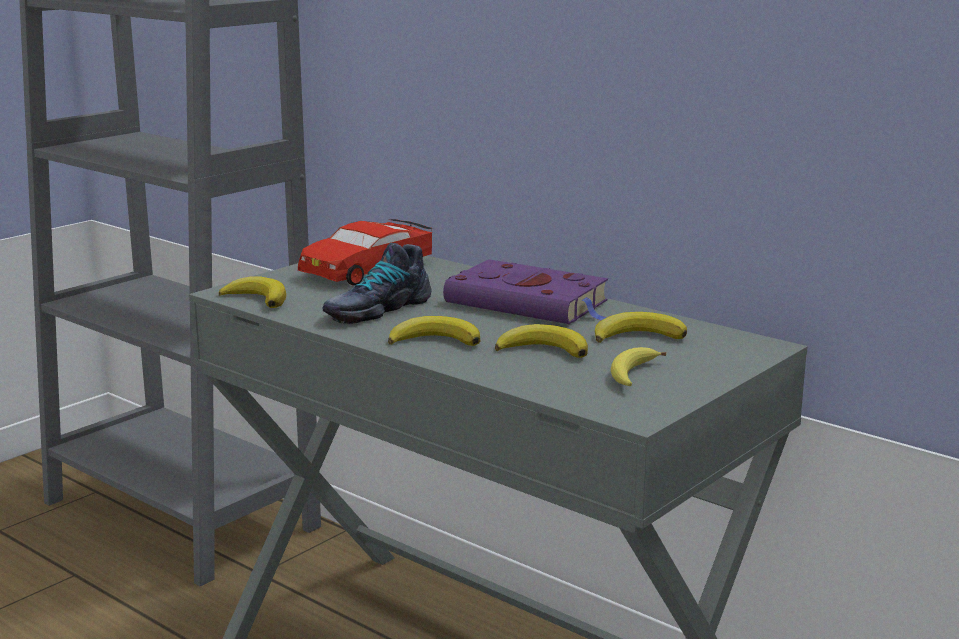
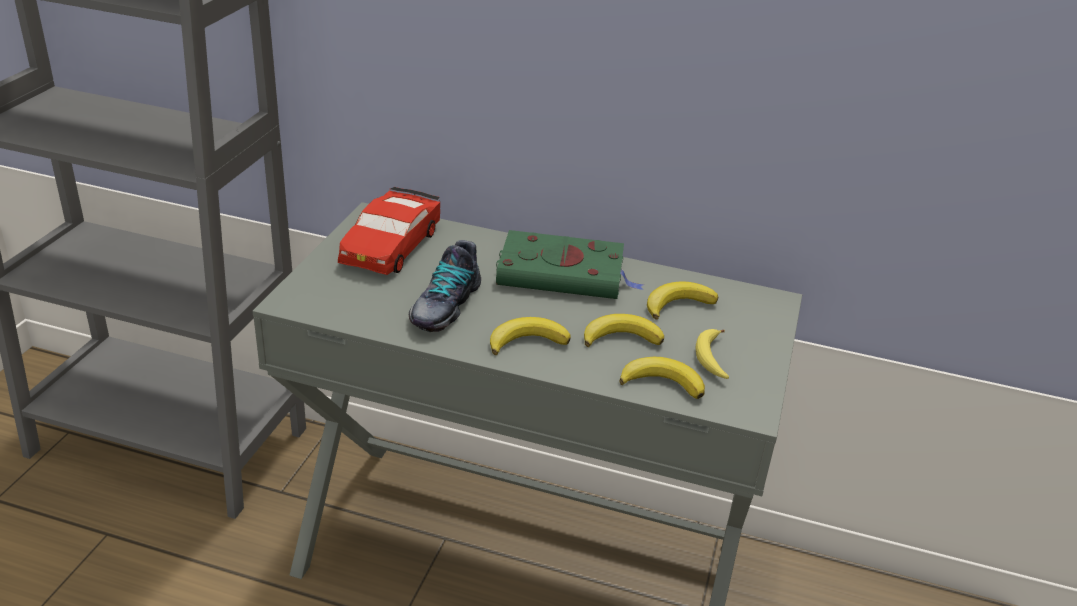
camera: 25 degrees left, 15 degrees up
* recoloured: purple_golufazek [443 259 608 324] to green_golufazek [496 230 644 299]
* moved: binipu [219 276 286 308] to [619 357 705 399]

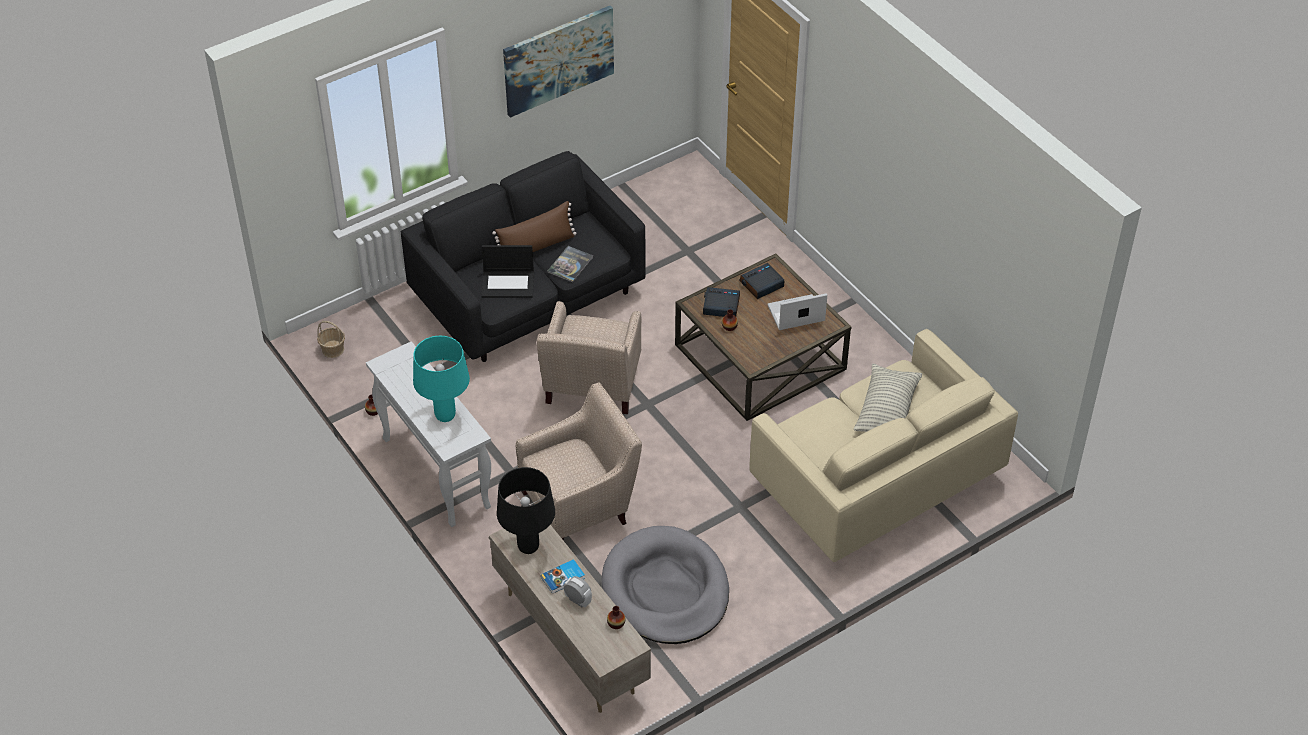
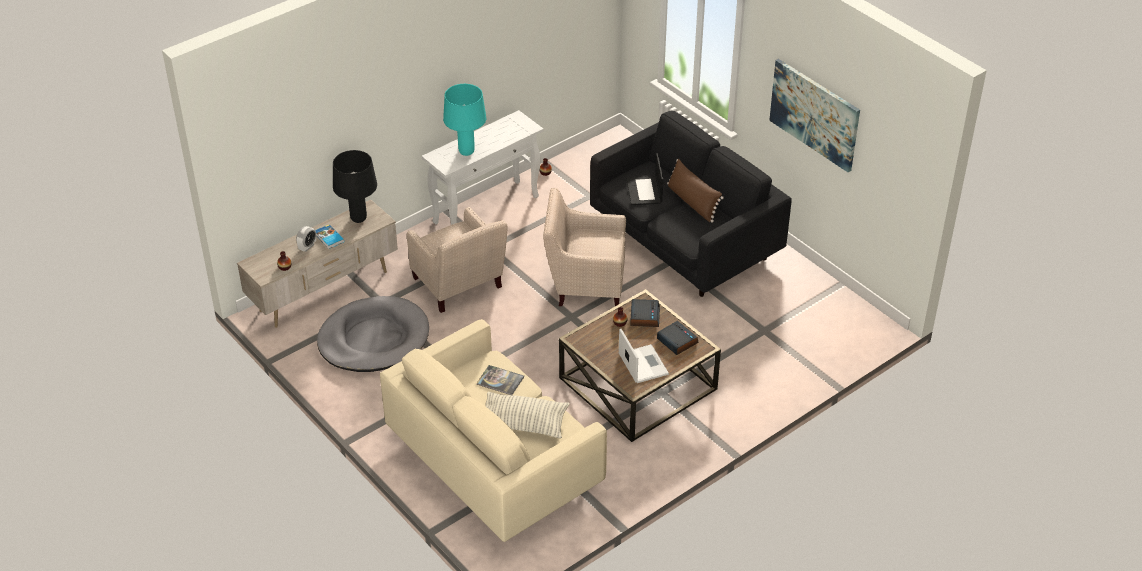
camera: 85 degrees right, 5 degrees down
* moved: golufazek [547 246 593 283] to [477 365 524 395]
* removed: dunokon [317 321 345 358]

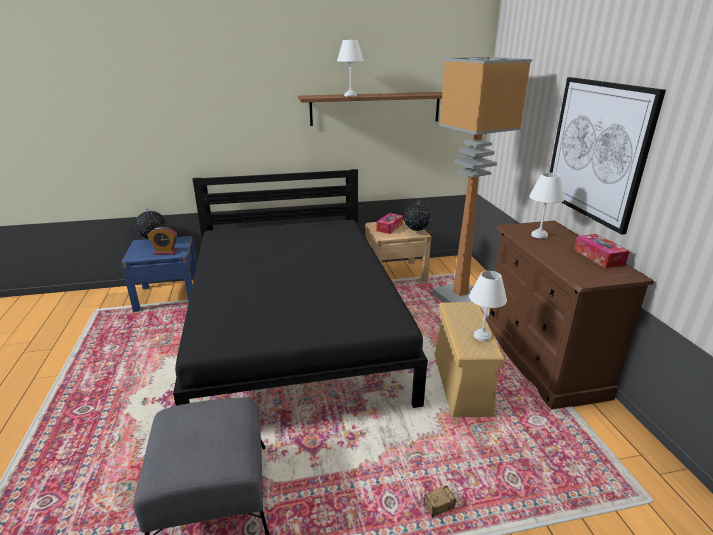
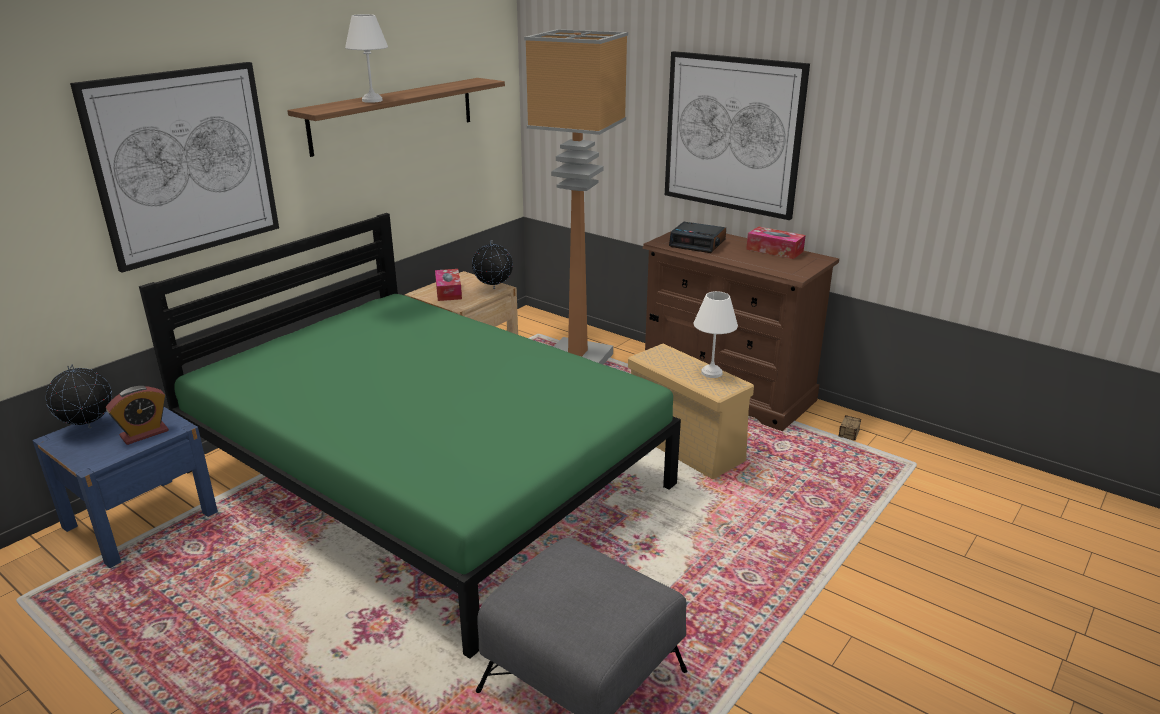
camera: 40 degrees left, 0 degrees up
* recoloured: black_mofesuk [173 169 428 408] to green_mofesuk [139 213 681 659]
* replaced: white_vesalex [529 173 564 239] to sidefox [669 222 726 253]
* moved: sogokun [402 485 456 518] to [839 415 861 441]
* added: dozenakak [70 62 279 272]

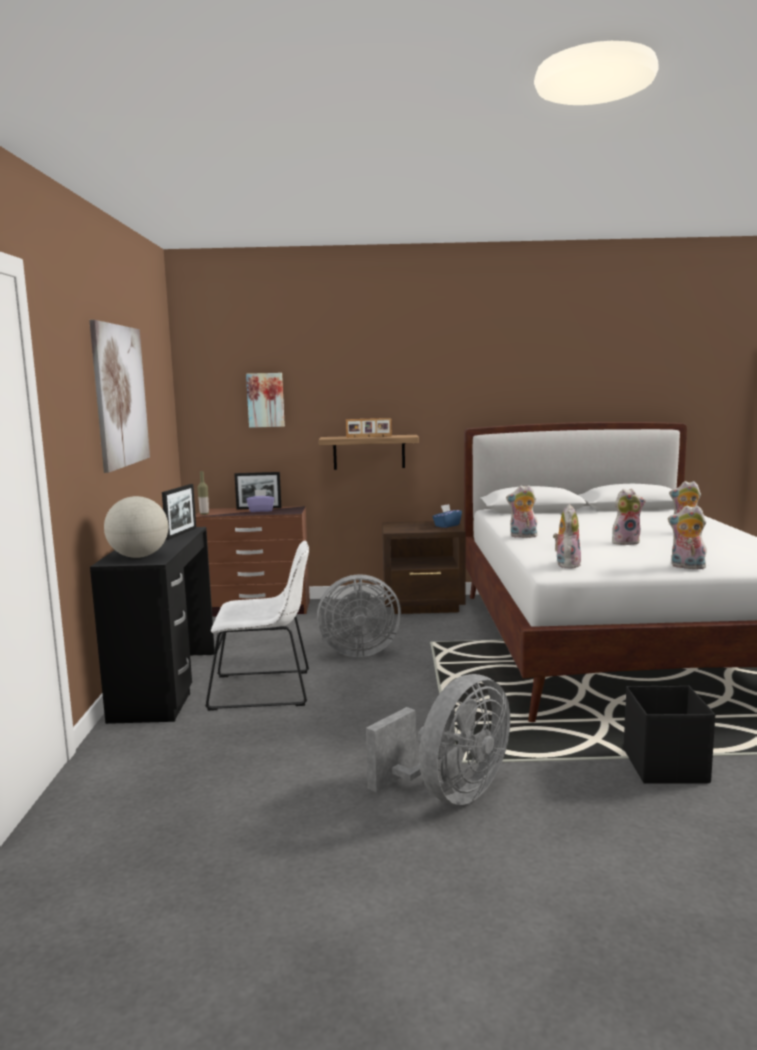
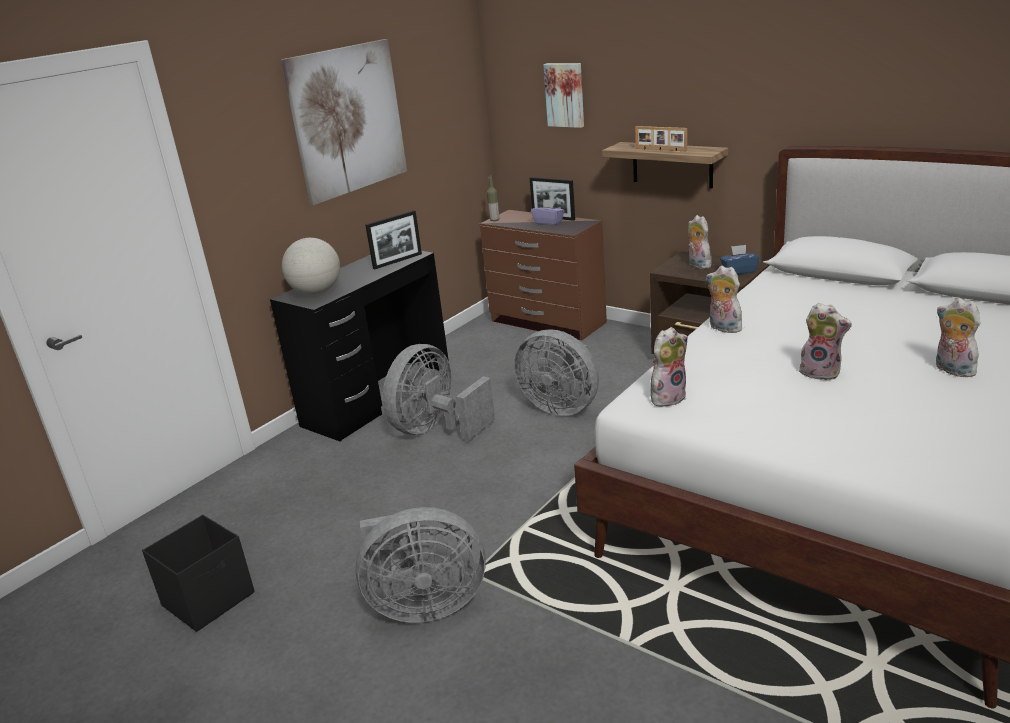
camera: 40 degrees right, 15 degrees up
* moved: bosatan [668 505 707 569] to [688 215 712 269]
* replaced: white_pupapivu [205 541 309 711] to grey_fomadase [383 344 495 441]
* moved: black_sogokun [624 686 715 784] to [142 515 254 632]

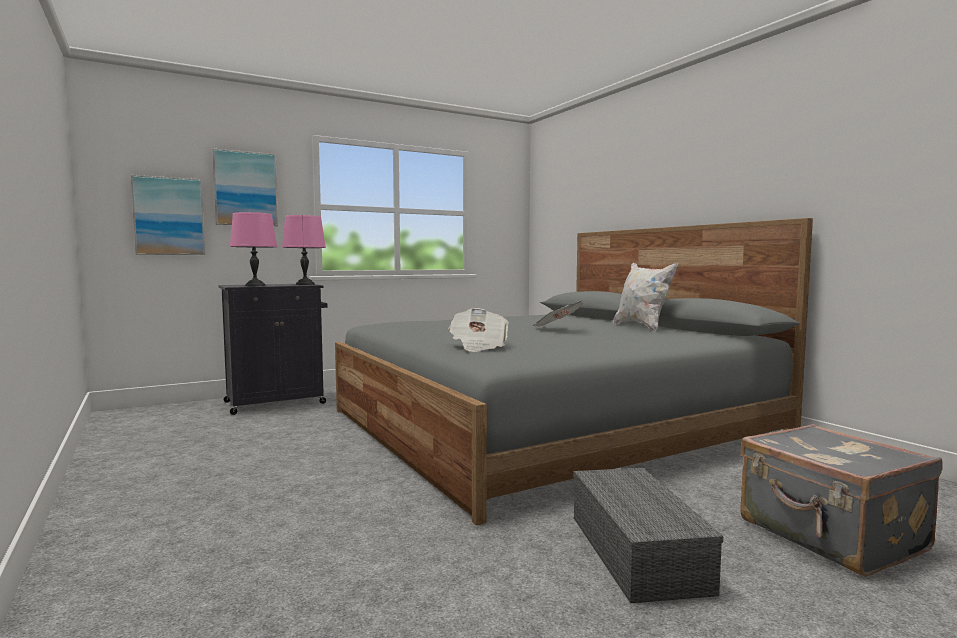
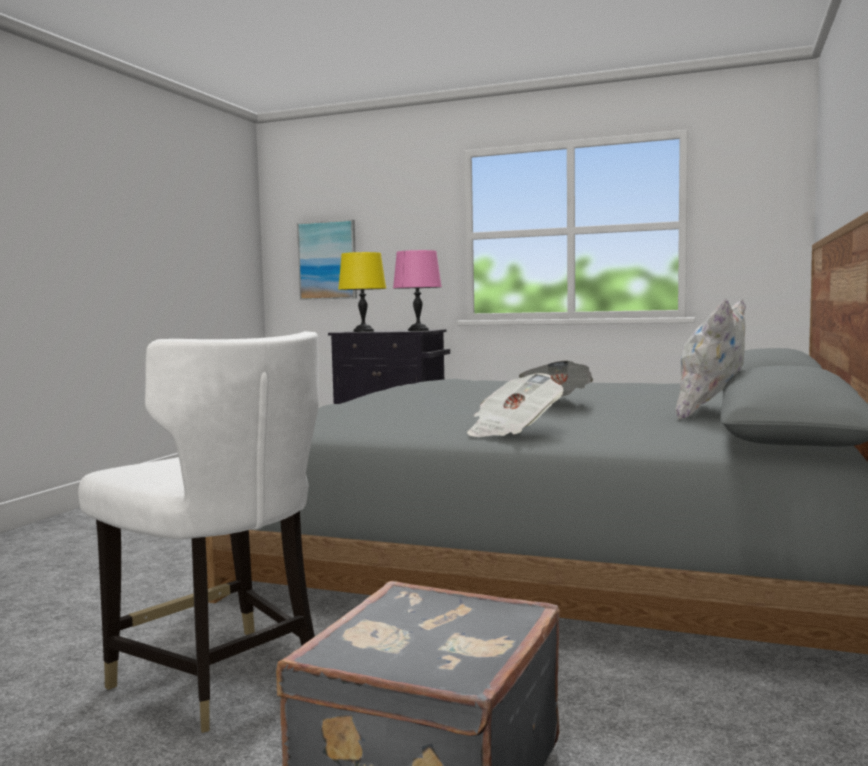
camera: 50 degrees right, 0 degrees up
* removed: dozenakak [212 149 278 226]
* recoloured: pink_vesalex [230 212 277 286] to yellow_vesalex [338 252 386 332]
* moved: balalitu [448 308 509 352] to [467 373 563 437]
* replaced: grey_sogokun [573 468 723 603] to white_pupapivu [78 331 319 733]

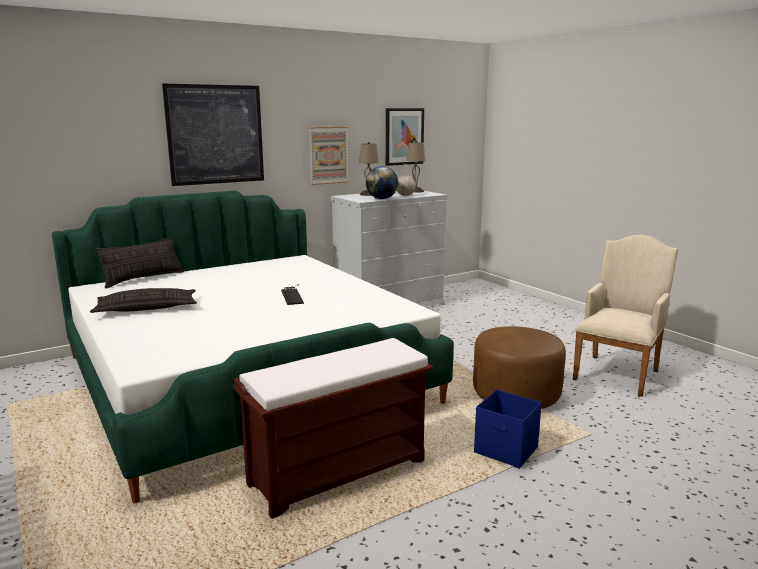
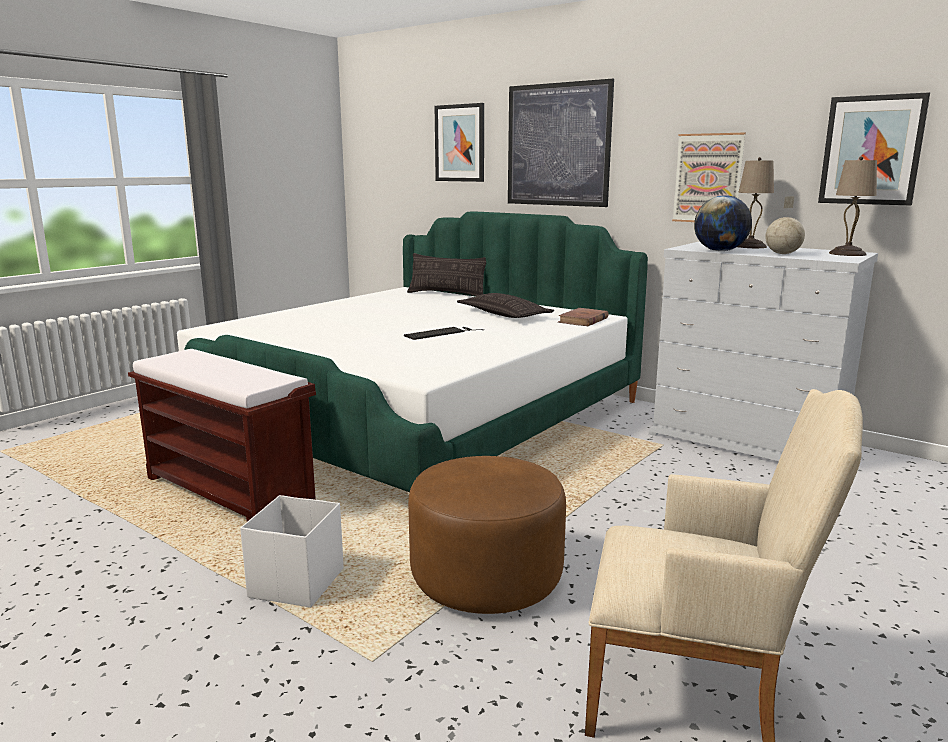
camera: 70 degrees right, 0 degrees up
* moved: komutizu [90 288 197 313] to [457 293 554 318]
* recoloured: blue_sogokun [474 390 542 469] to white_sogokun [240 495 344 608]
* added: dozenakak [435 103 484 182]
* added: brown_golufazek [558 308 609 326]

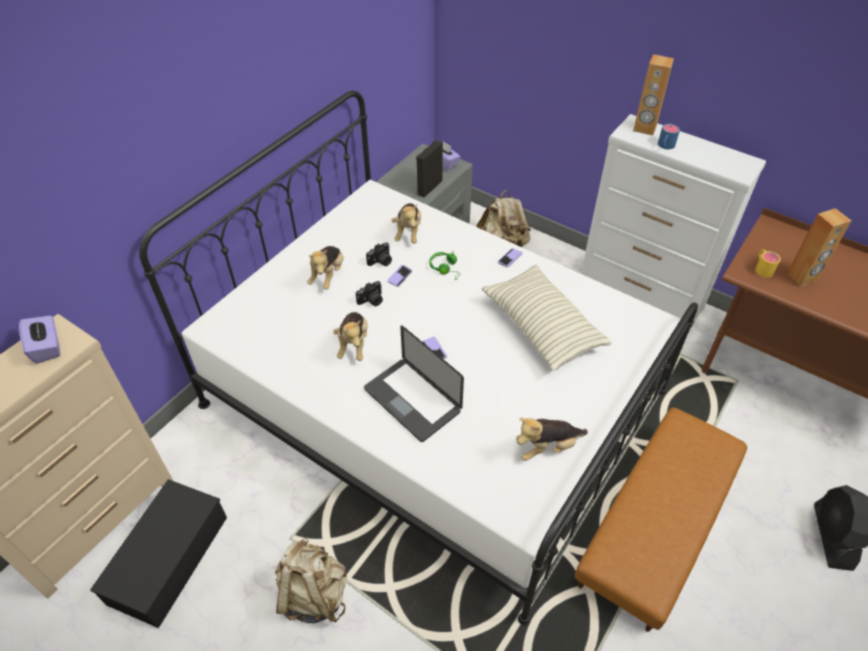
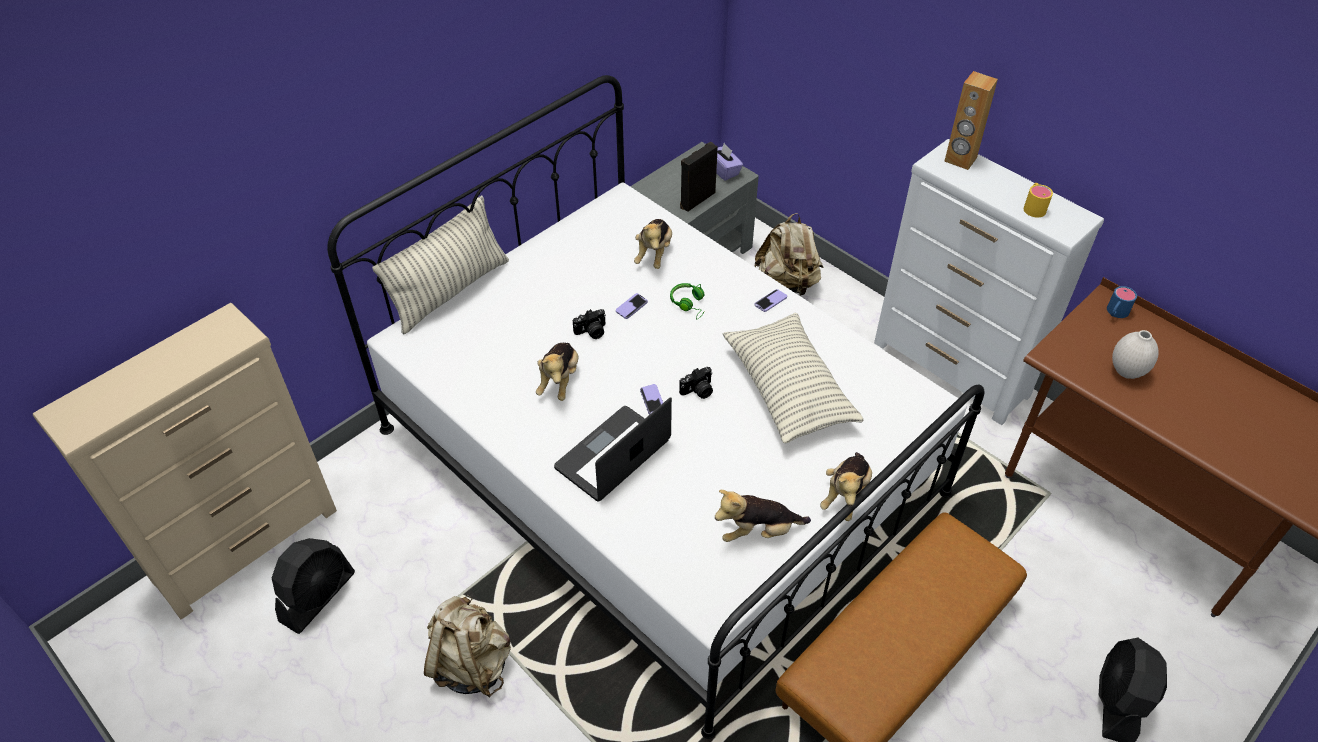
camera: 10 degrees right, 0 degrees up
* moved: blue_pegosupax [658 124 680 149] to [1107 286 1137 318]
* replaced: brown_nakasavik [787 208 851 287] to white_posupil [1112 330 1159 379]
* moved: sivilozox [366 242 392 266] to [679 367 713 399]
* moved: bosatan [307 246 344 290] to [820 452 872 521]
* moved: yellow_pegosupax [755 249 781 278] to [1024 183 1053 218]
* removed: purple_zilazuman [19 315 60 364]
* turned: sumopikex [364 325 464 442] = [554 397 672 501] 75 degrees clockwise
* replaced: black_sogokun [90 479 227 628] to black_fomadase [272 538 355 634]
* added: komutizu [372 196 509 334]

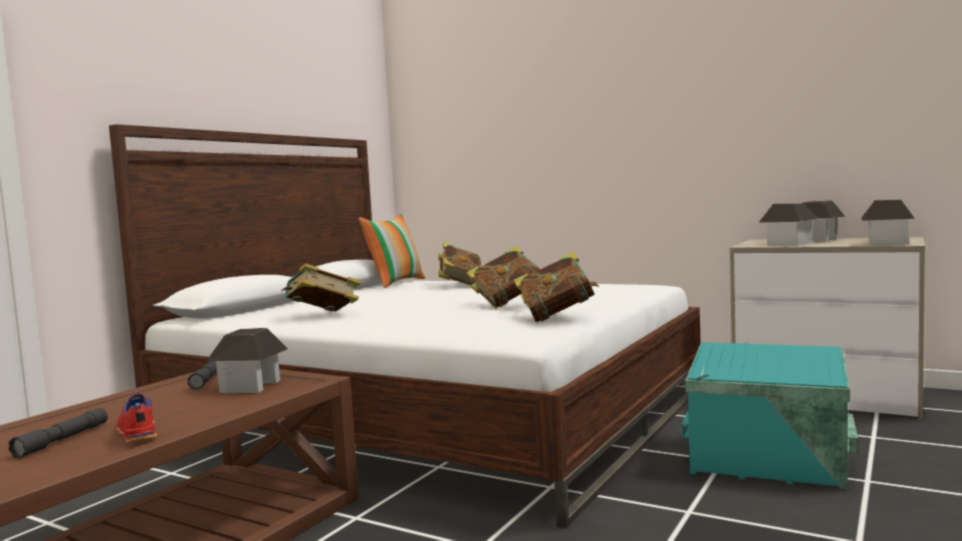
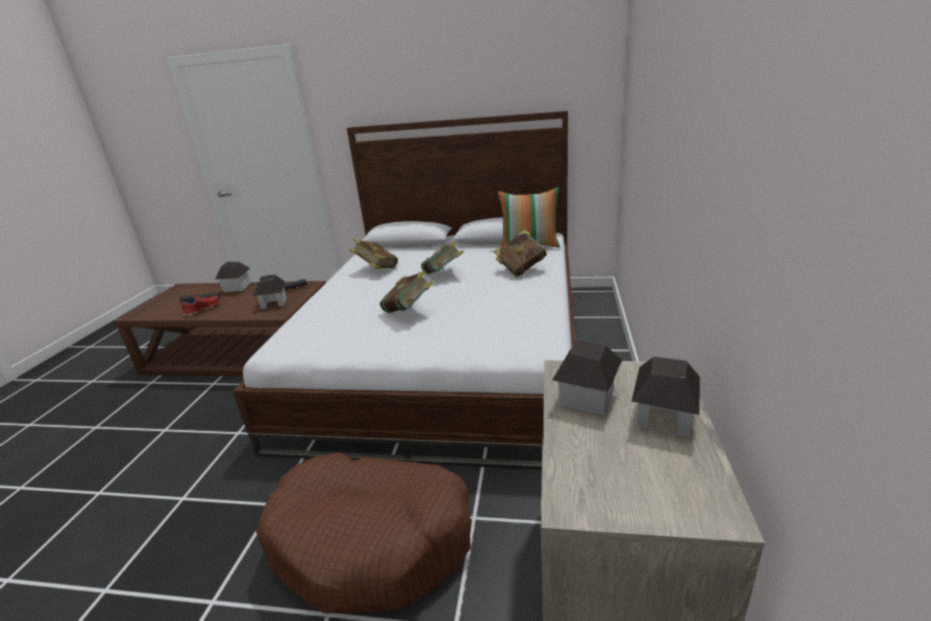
camera: 70 degrees right, 20 degrees up
* moved: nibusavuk [862 200 915 245] to [215 262 251 292]
* moved: golufazek [514 252 599 322] to [421 241 464 274]
* replaced: turquoise_sogokun [682 342 858 490] to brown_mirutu [256 453 472 614]

